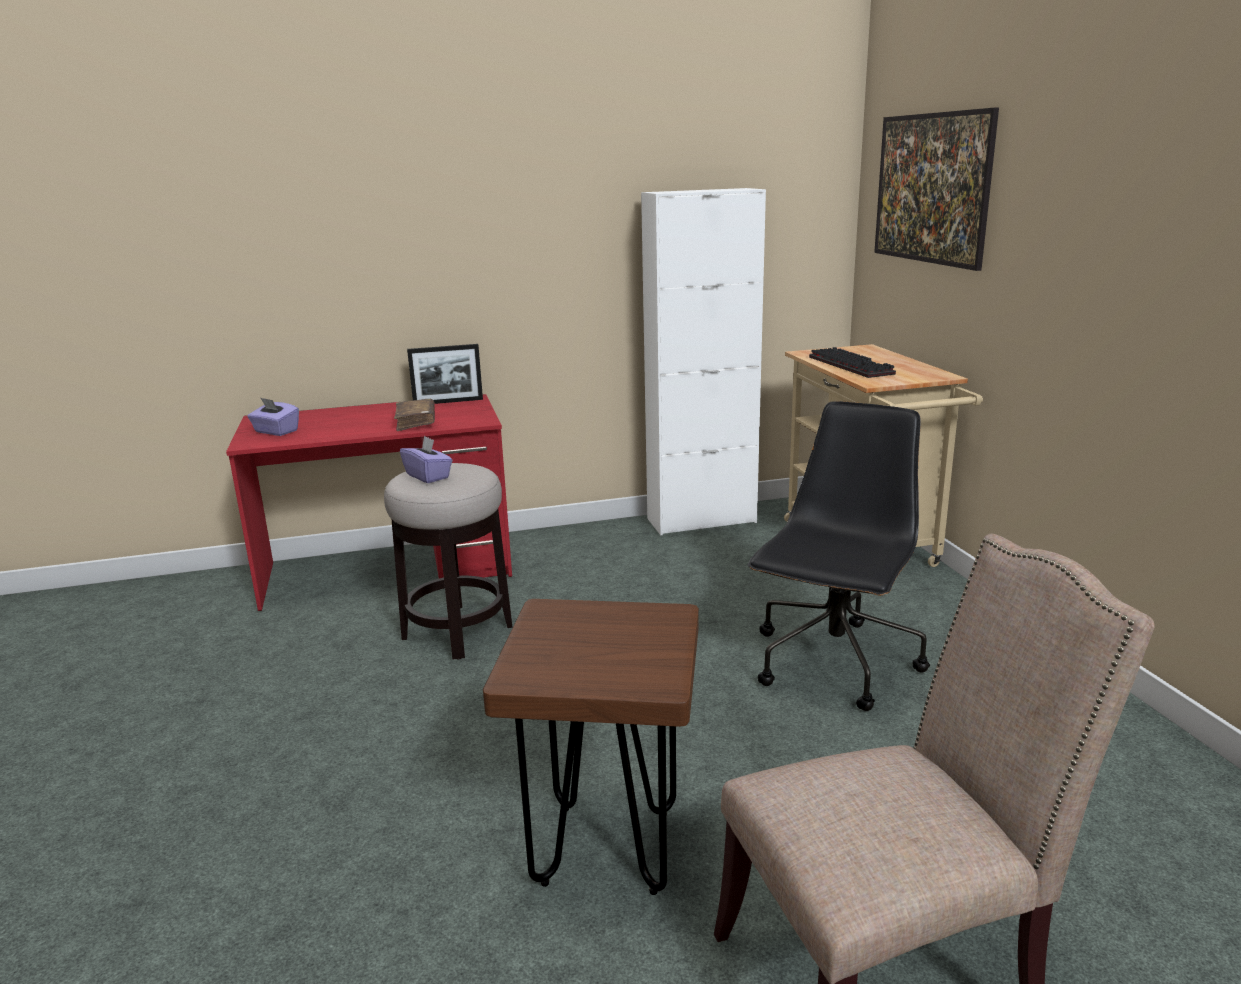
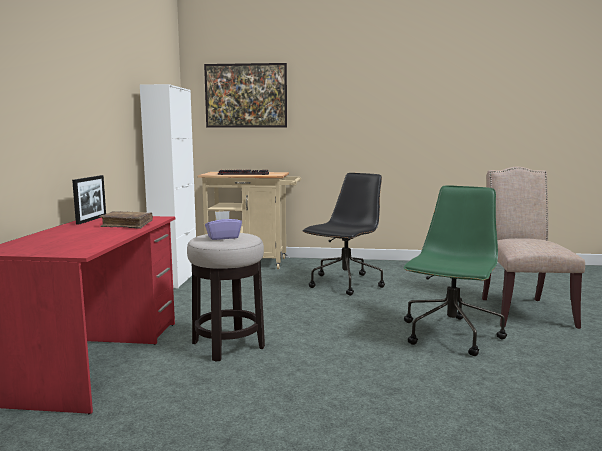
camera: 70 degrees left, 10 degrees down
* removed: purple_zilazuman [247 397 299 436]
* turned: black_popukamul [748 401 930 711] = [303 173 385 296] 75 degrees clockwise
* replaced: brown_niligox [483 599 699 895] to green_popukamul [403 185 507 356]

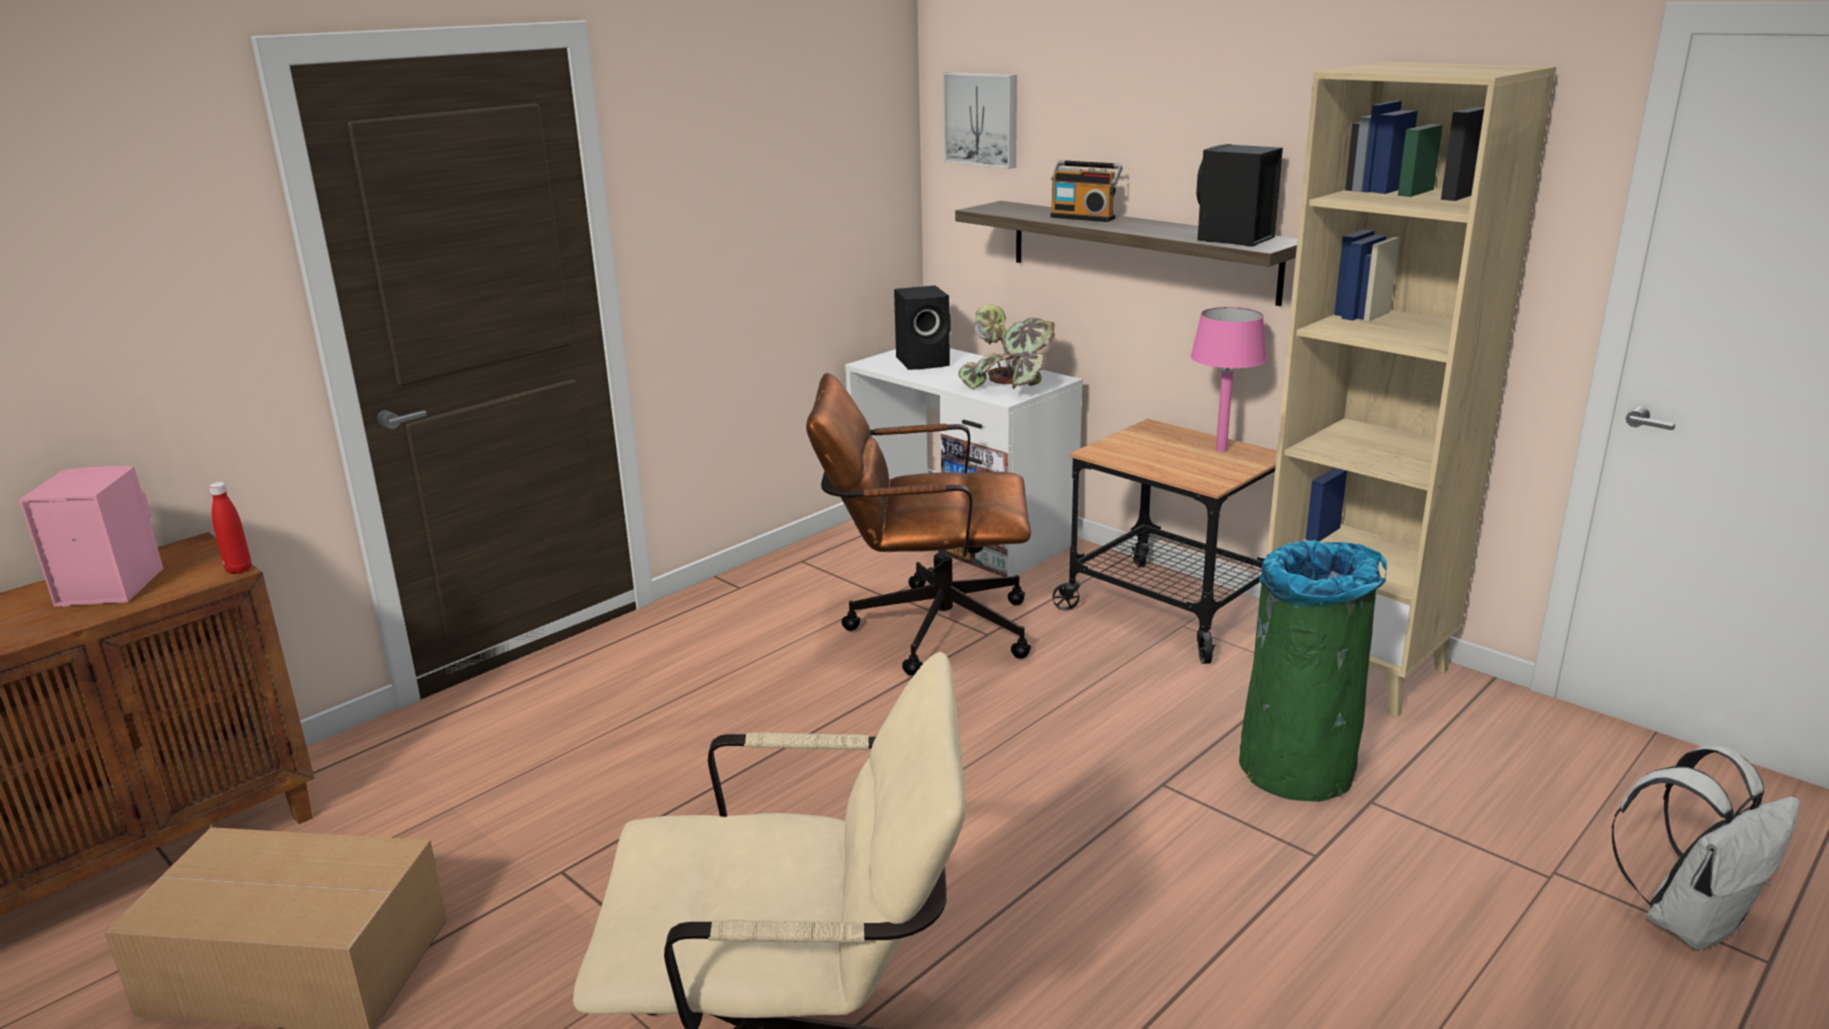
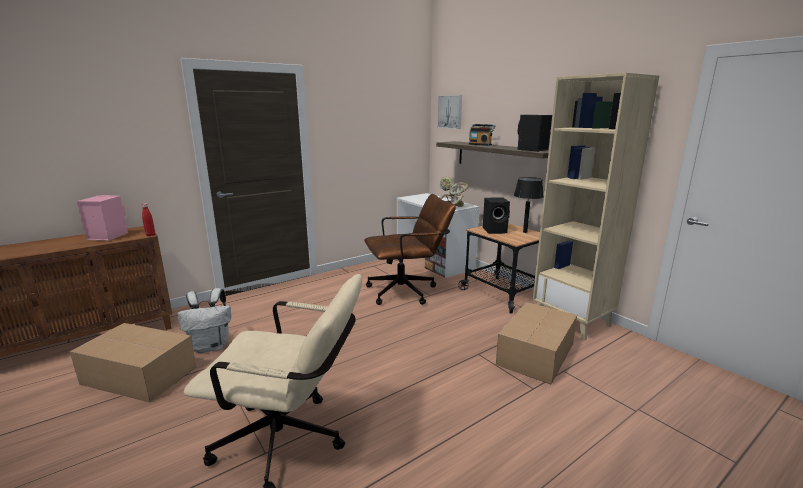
camera: 10 degrees right, 5 degrees down
* moved: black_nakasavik [894 285 951 370] to [483 197 510 234]
* recoloured: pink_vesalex [1190 307 1267 452] to black_vesalex [514 177 544 233]
* turned: brown_popukamul [806 373 1031 676] = [364 194 456 305] 150 degrees clockwise
* replaced: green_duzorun [1239 540 1387 802] to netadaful [496 302 577 384]
* moved: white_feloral [1611 746 1800 950] to [178 288 231 353]

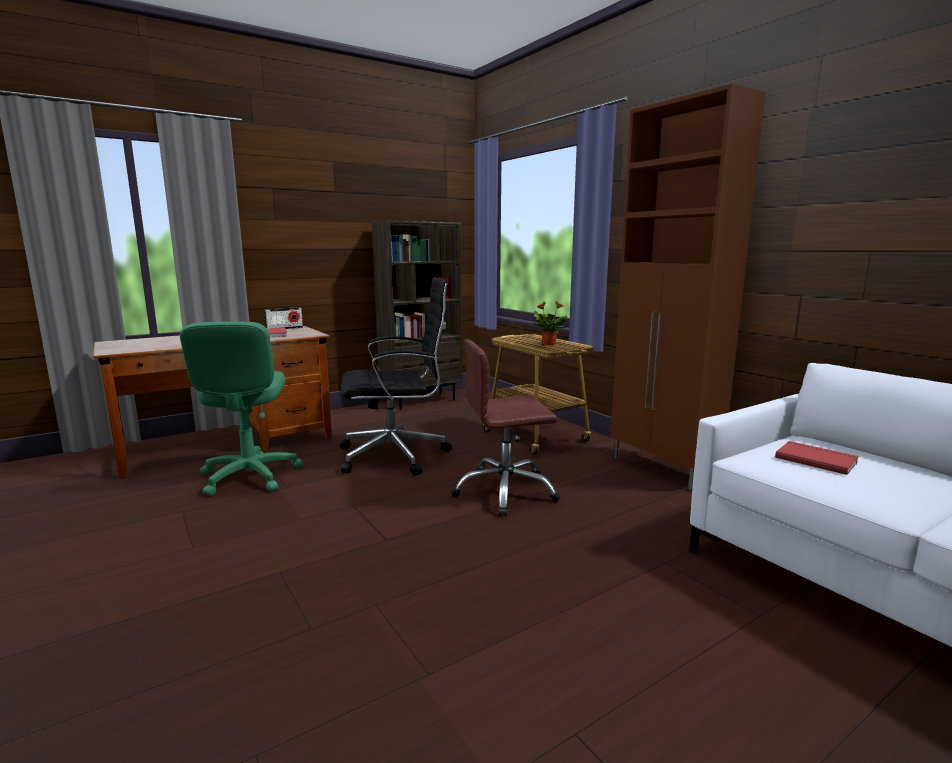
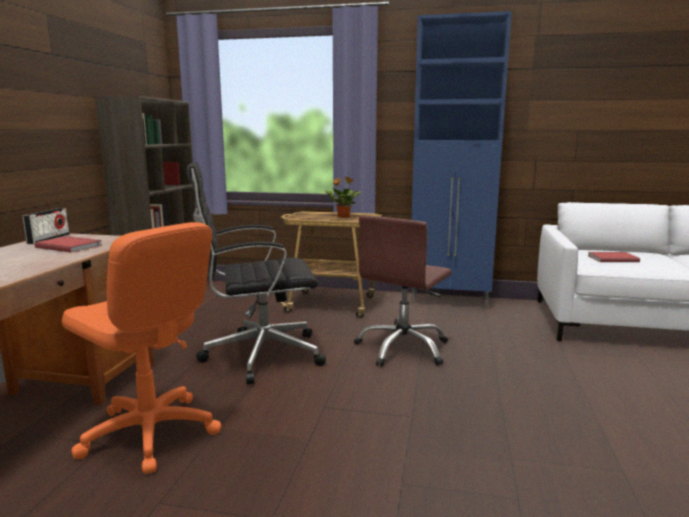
camera: 45 degrees left, 0 degrees up
* recoloured: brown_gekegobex [611 83 766 490] to blue_gekegobex [411 11 512 309]
* turned: black_popukamul [340 278 452 476] = [187 162 326 384] 135 degrees counterclockwise
* recoloured: green_popukamul [180 321 304 496] to orange_popukamul [62 222 221 474]

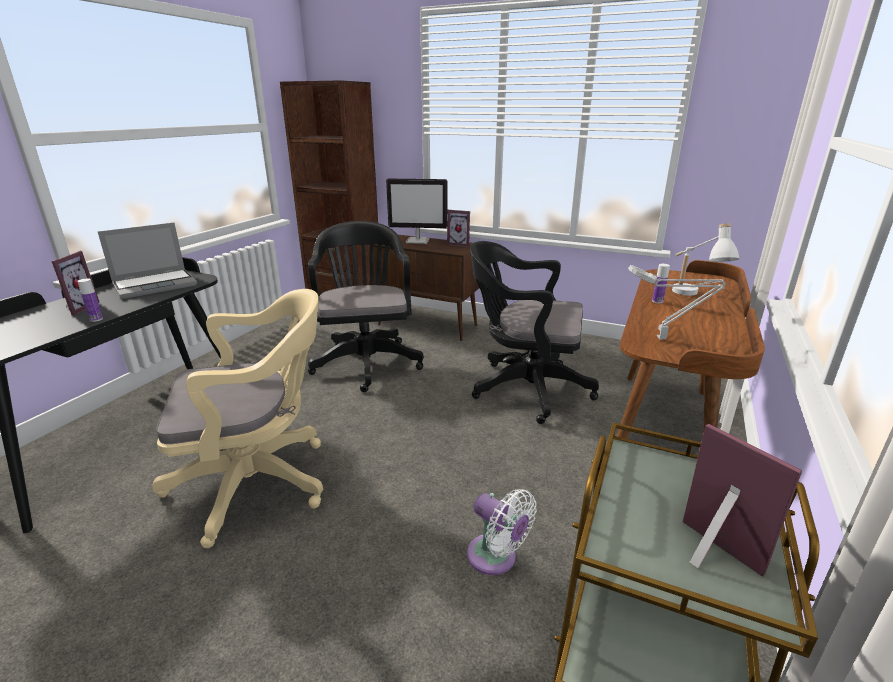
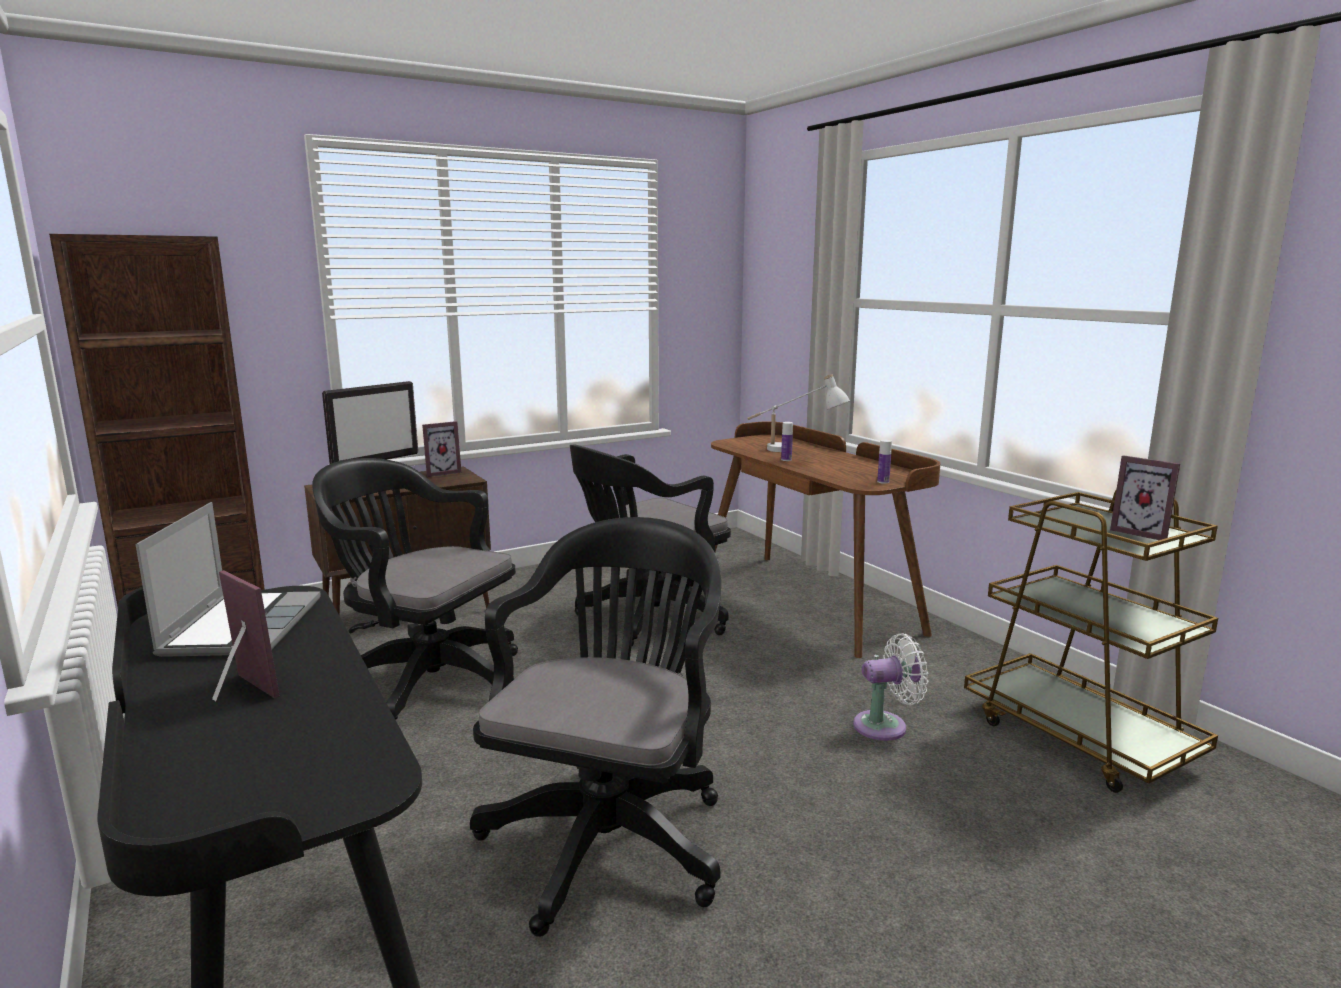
camera: 55 degrees left, 10 degrees down
* removed: grey_vesalex [628 265 726 340]
* moved: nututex [77 279 103 322] to [877 440 892 484]
* recoloured: beige_popukamul [152 289 323 548] to black_popukamul [470 517 721 937]
* turned: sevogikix [683 424 802 577] = [1110 455 1180 540] 135 degrees counterclockwise

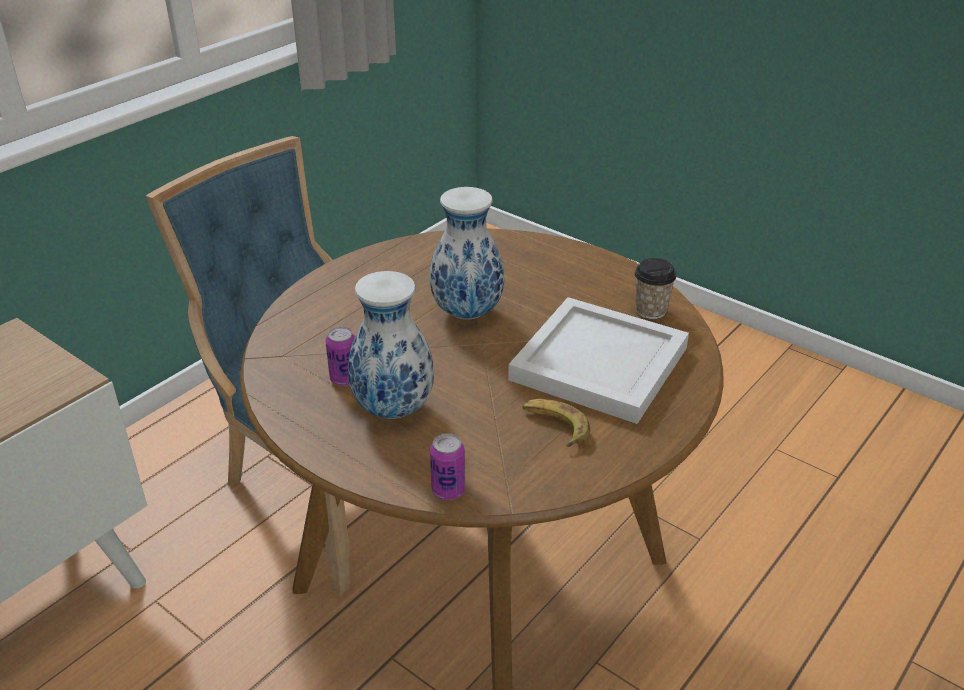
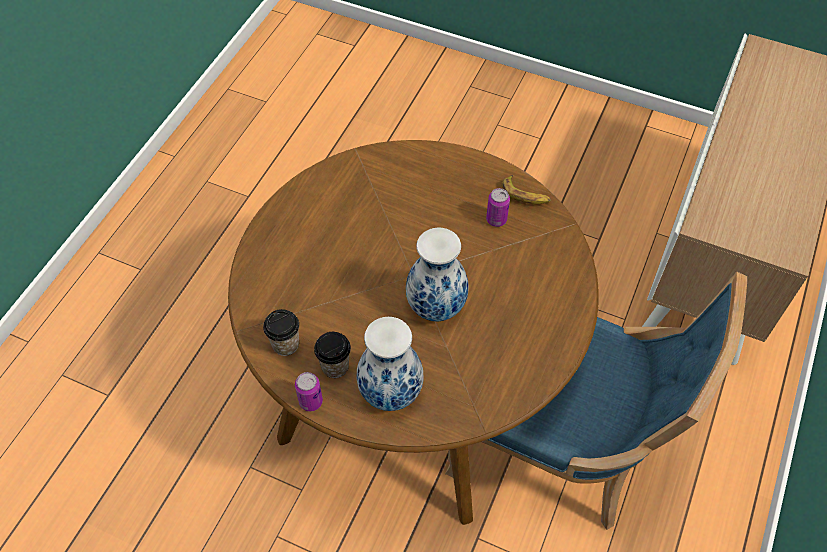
camera: 165 degrees right, 20 degrees up
* moved: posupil [348 271 434 419] to [357 317 423 411]
* removed: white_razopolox [508 297 689 424]
* moved: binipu [522 399 590 447] to [502 175 551 204]
* moved: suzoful [430 433 465 500] to [295 372 323 411]
* added: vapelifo [314 332 351 378]

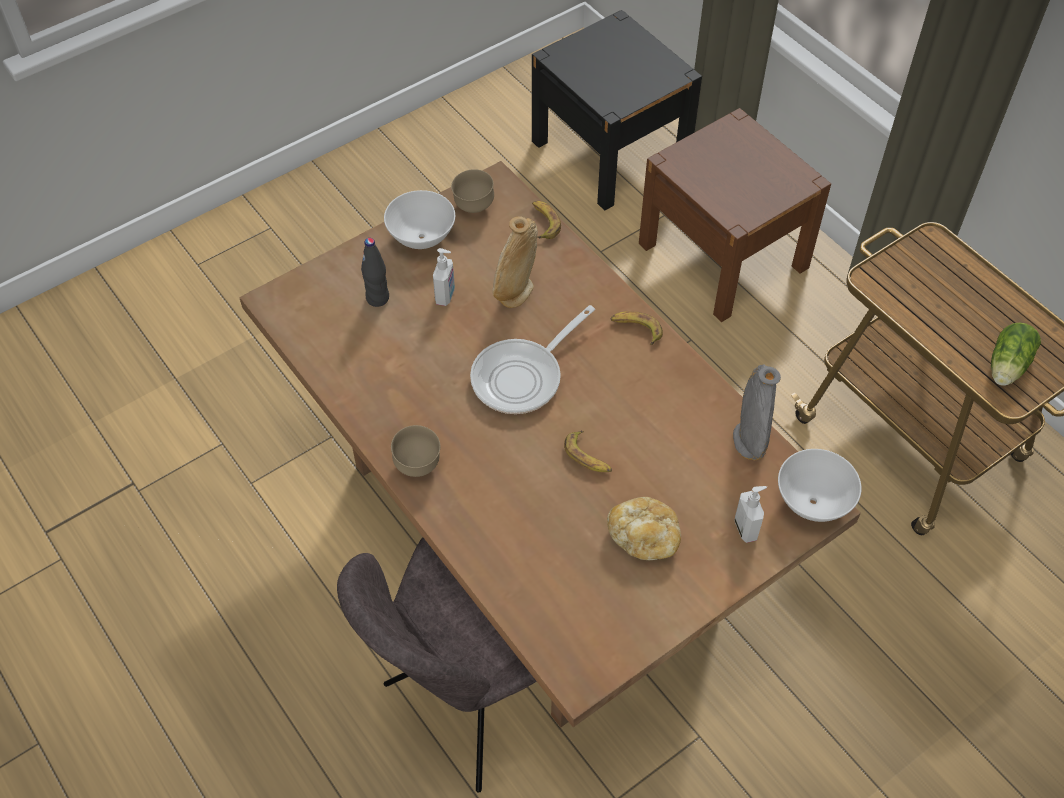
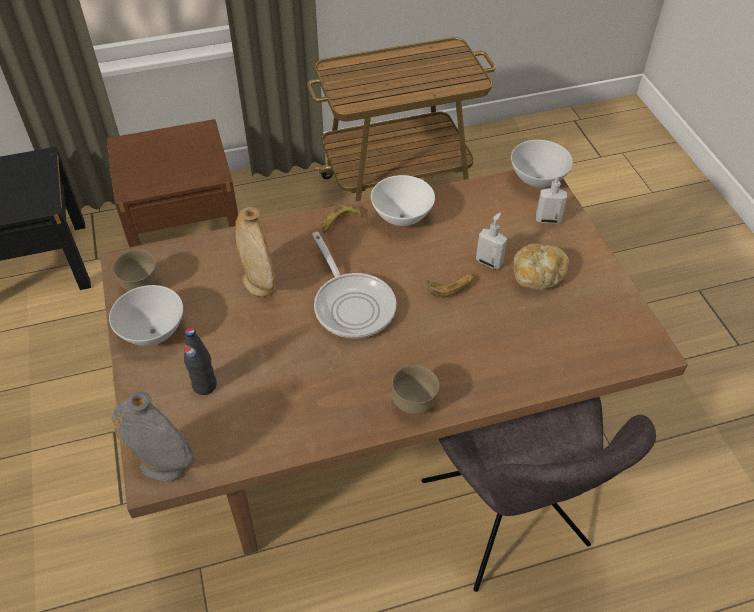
camera: 70 degrees left, 5 degrees down
* removed: binipu [532 201 561 239]
* moved: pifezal [433 248 455 306] to [476 212 507 269]
* removed: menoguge [991 322 1041 386]
* moved: grey_posupil [733 364 781 461] to [112 392 195 482]
* added: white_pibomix [371 175 435 226]

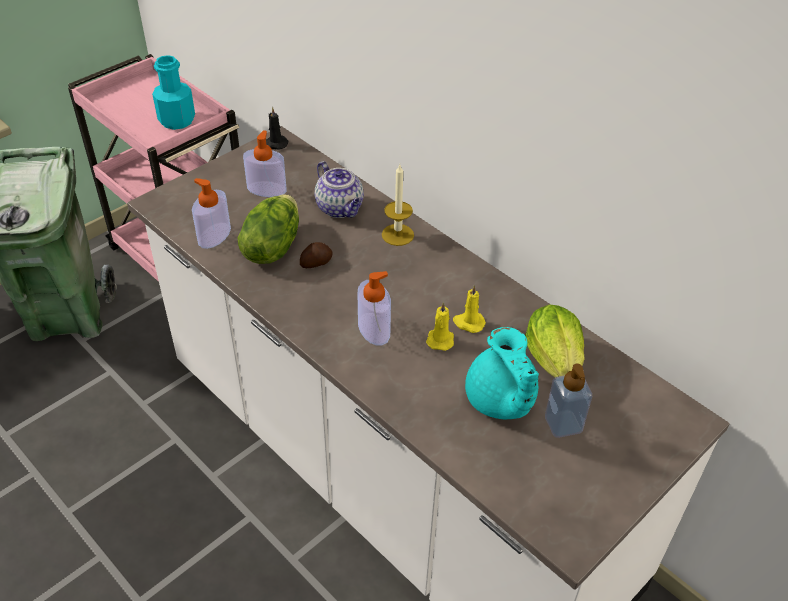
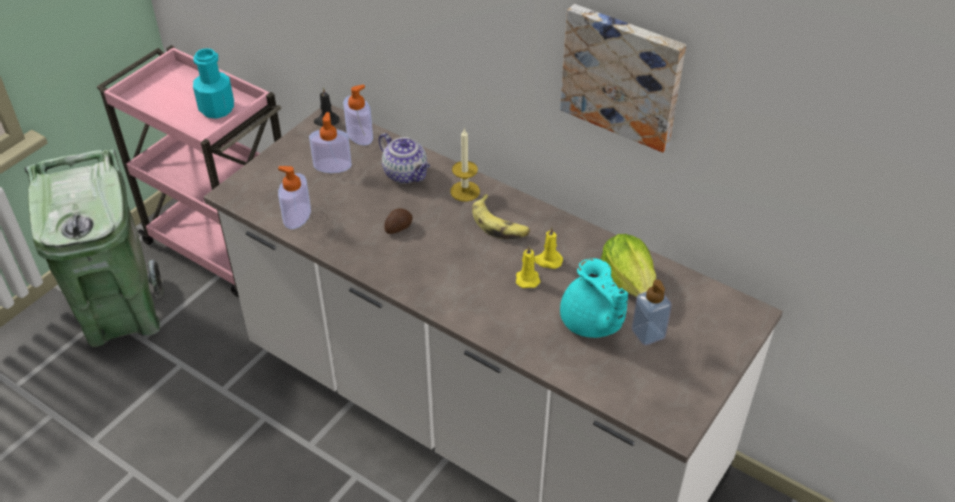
camera: 10 degrees left, 0 degrees up
* removed: menoguge [238 194 299 264]
* moved: pifezal [358 271 391 346] to [343 84 373 145]
* added: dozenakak [560 4 686 152]
* added: binipu [472 194 530 239]

